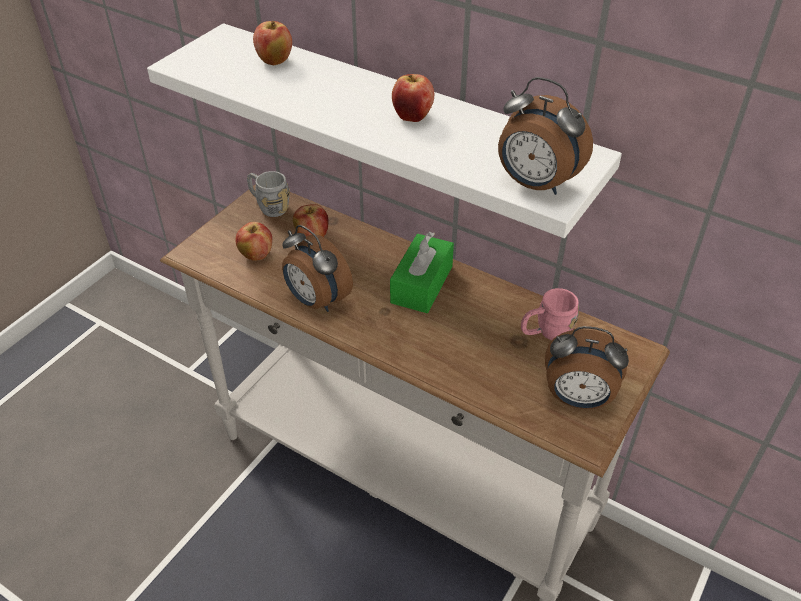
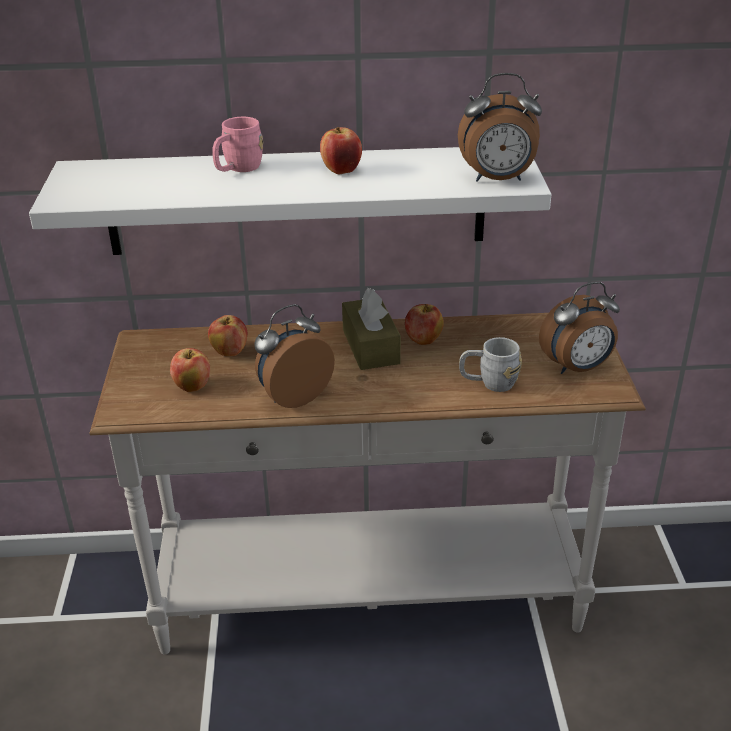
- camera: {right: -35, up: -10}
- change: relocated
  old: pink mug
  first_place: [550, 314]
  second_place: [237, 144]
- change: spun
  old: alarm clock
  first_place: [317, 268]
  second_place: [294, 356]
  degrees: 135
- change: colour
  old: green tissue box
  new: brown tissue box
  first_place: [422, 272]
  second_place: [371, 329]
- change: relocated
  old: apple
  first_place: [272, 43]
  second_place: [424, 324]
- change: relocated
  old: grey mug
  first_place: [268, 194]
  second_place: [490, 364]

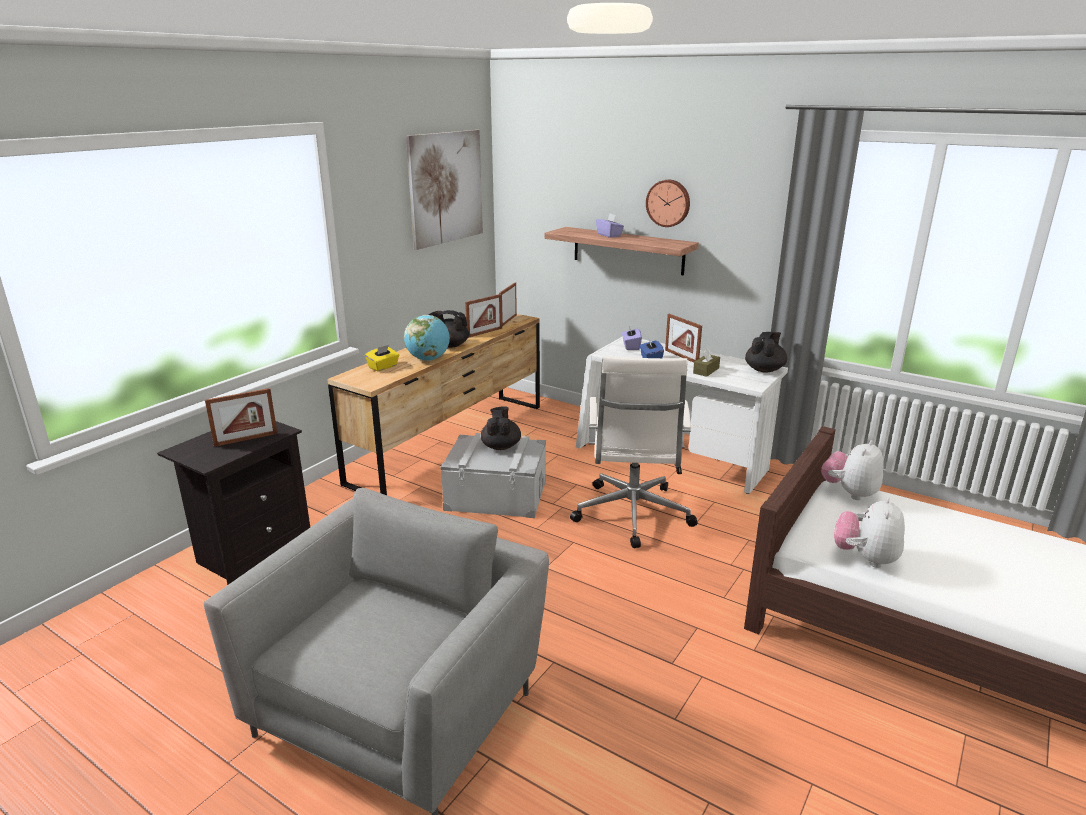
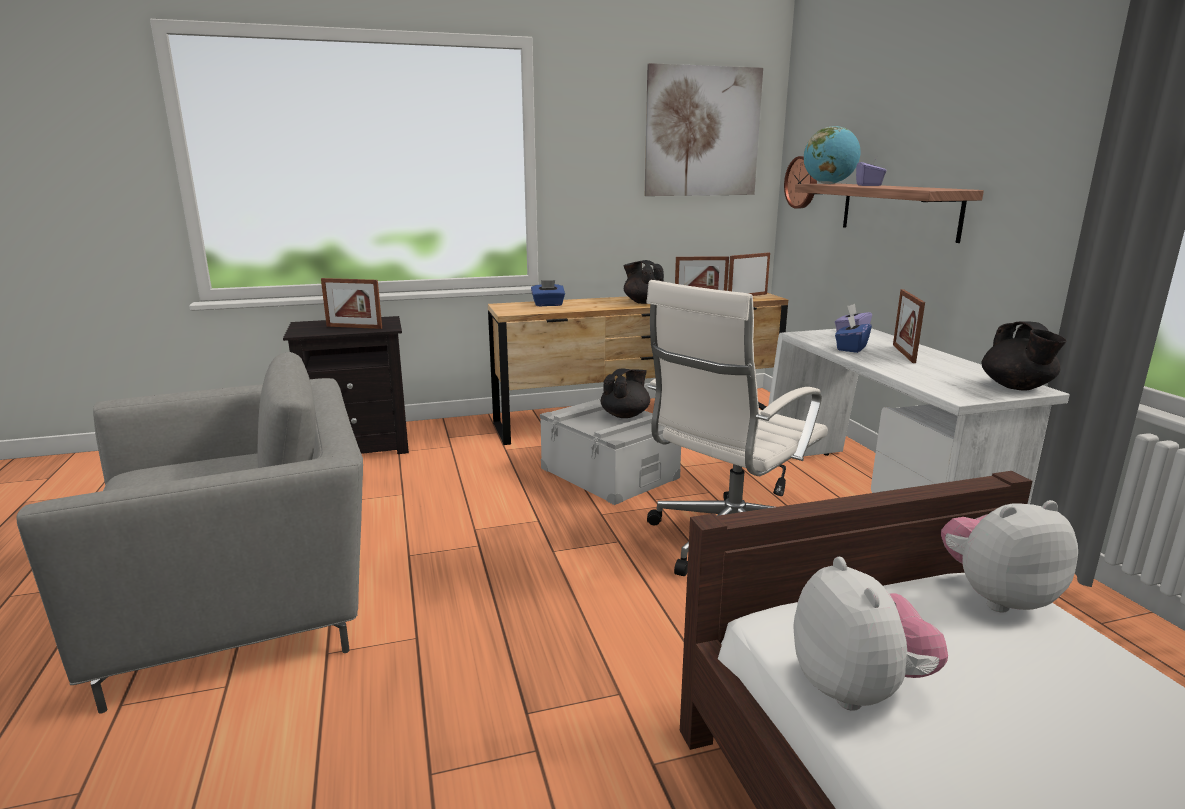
- camera: {right: 40, up: -5}
- change: colour
  old: yellow tissue box
  new: blue tissue box
  first_place: [382, 358]
  second_place: [548, 293]
- change: relocated
  old: wall clock
  first_place: [668, 203]
  second_place: [800, 182]
- change: spun
  old: plush toy
  first_place: [869, 532]
  second_place: [870, 634]
  degrees: 105
- change: relocated
  old: globe
  first_place: [427, 338]
  second_place: [832, 155]
- change: spun
  old: black teapot
  first_place: [766, 352]
  second_place: [1024, 355]
  degrees: 105
- change: missing
  old: brown tissue box
  first_place: [706, 362]

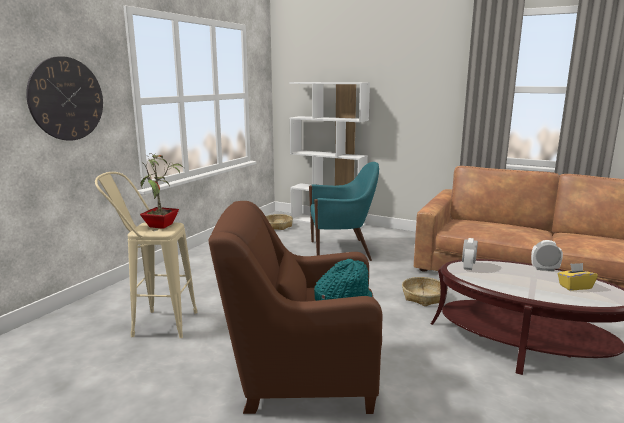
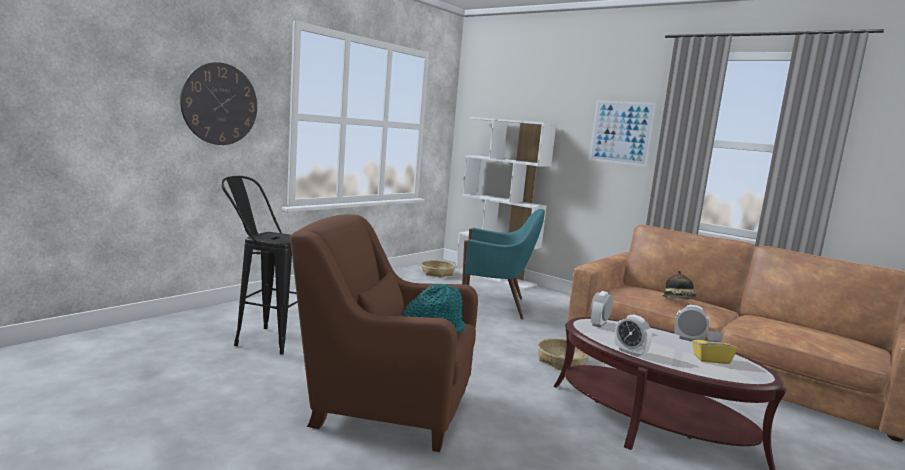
- camera: {right: 10, up: -5}
- change: colour
  old: beige stool
  new: black stool
  first_place: [146, 255]
  second_place: [259, 265]
- change: appeared
  new: picture
  second_place: [622, 133]
- change: appeared
  new: alarm clock
  second_place: [633, 336]
- change: appeared
  new: hat
  second_place: [680, 285]
- change: missing
  old: potted plant
  first_place: [162, 191]

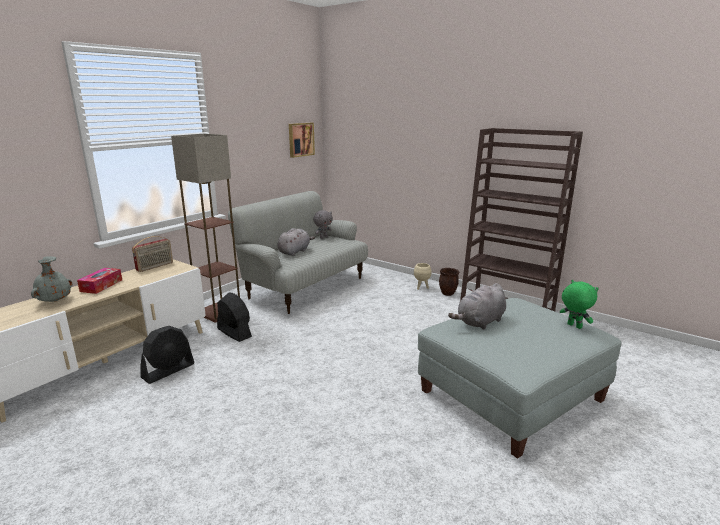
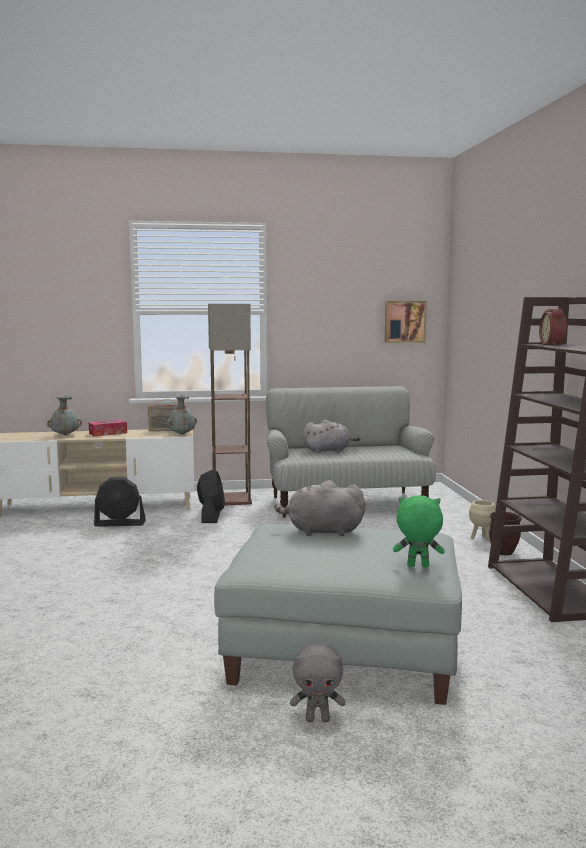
- camera: {right: 45, up: -10}
- change: appeared
  new: grey vase
  second_place: [182, 415]
- change: relocated
  old: grey plush toy
  first_place: [323, 224]
  second_place: [318, 682]
- change: spun
  old: green plush toy
  first_place: [579, 304]
  second_place: [419, 531]
  degrees: -90
- change: appeared
  new: alarm clock
  second_place: [553, 327]

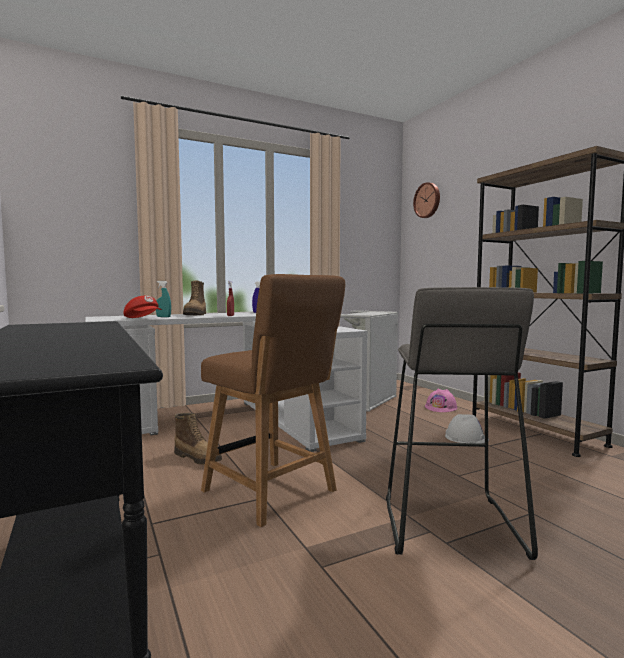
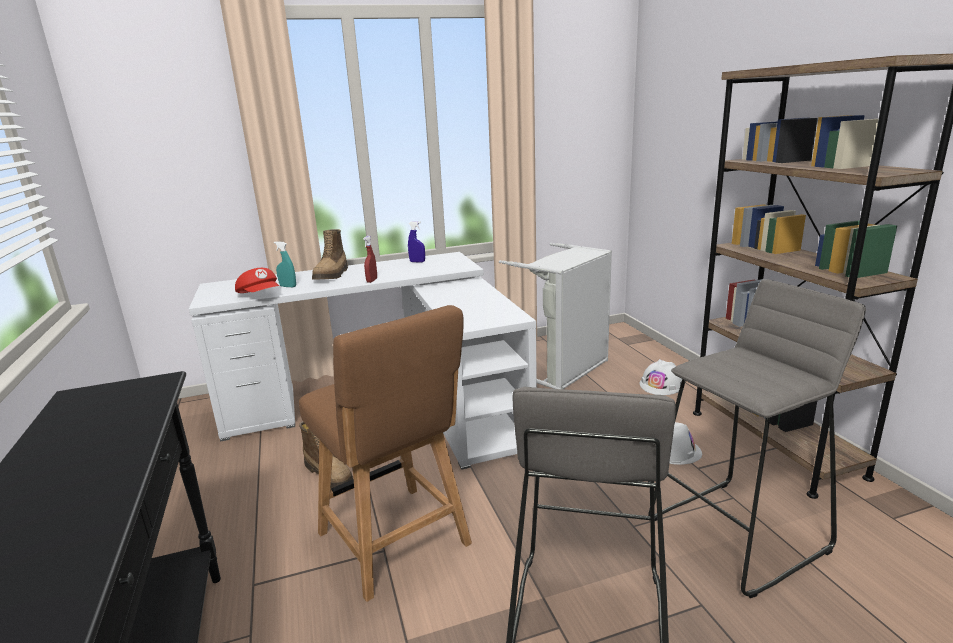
- camera: {right: 10, up: 15}
- change: colour
  old: pink hard hat
  new: white hard hat
  first_place: [441, 400]
  second_place: [661, 377]
- change: appeared
  new: grey stool
  second_place: [757, 438]
- change: missing
  old: wall clock
  first_place: [426, 200]

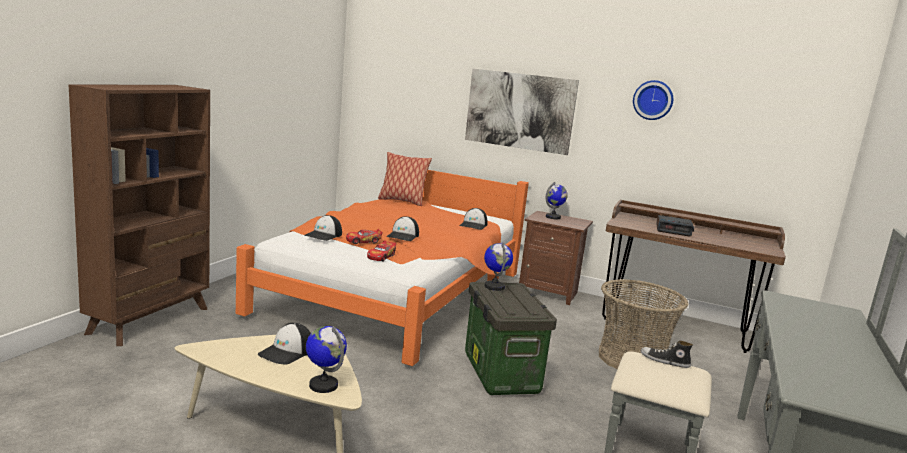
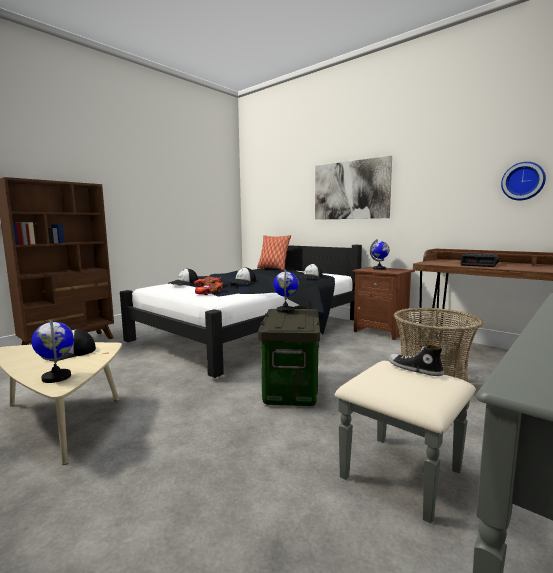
- camera: {right: 20, up: -5}
- change: colour
  old: orange bed
  new: black bed
  first_place: [382, 268]
  second_place: [241, 311]
- change: relocated
  old: wall clock
  first_place: [653, 100]
  second_place: [523, 181]

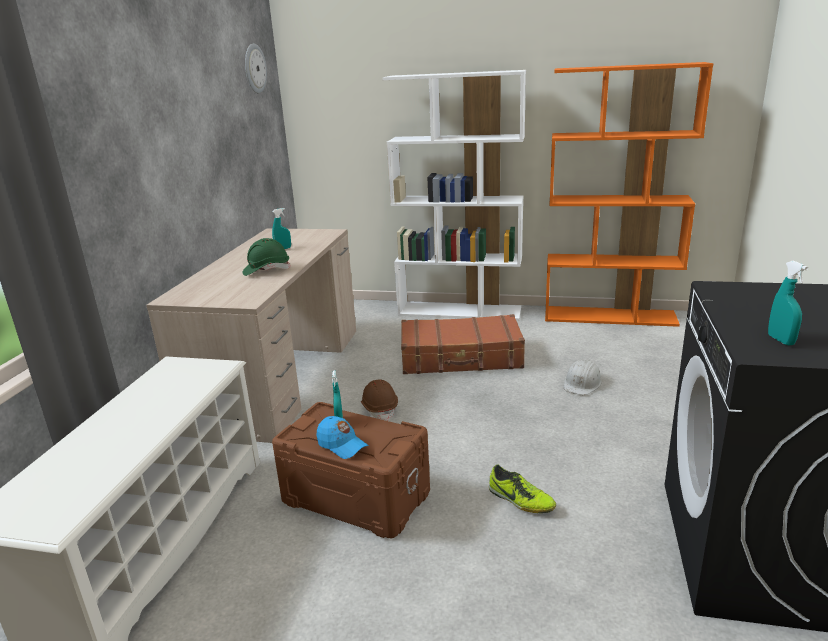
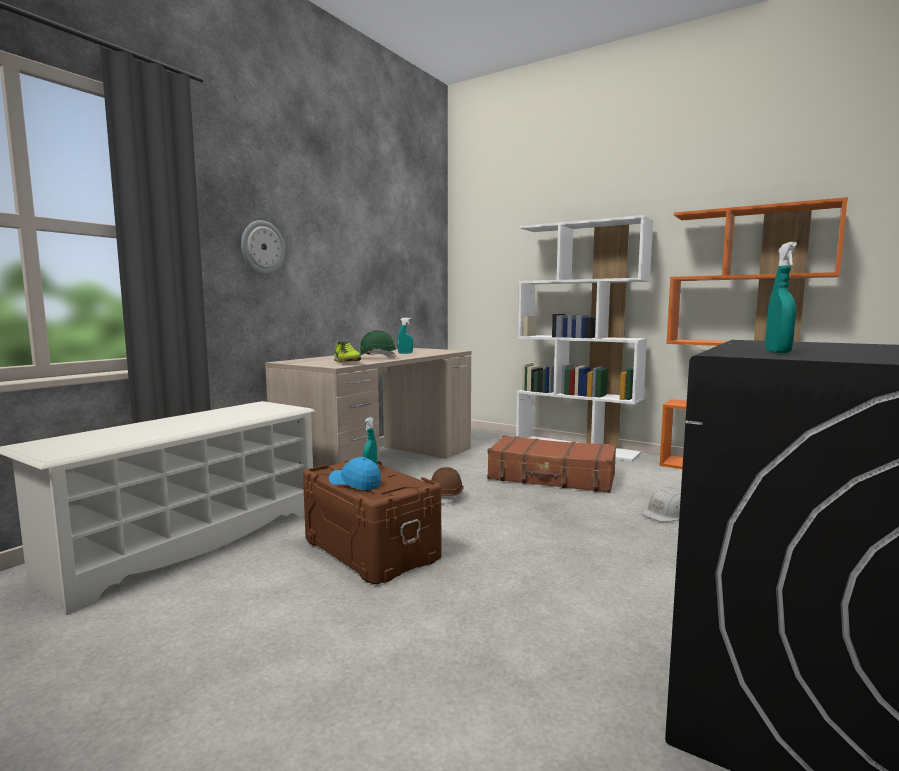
- camera: {right: 20, up: -15}
- change: relocated
  old: wall clock
  first_place: [256, 68]
  second_place: [263, 247]
- change: spun
  old: blue cap
  first_place: [343, 437]
  second_place: [355, 473]
  degrees: 150
- change: relocated
  old: shoe
  first_place: [522, 488]
  second_place: [347, 351]

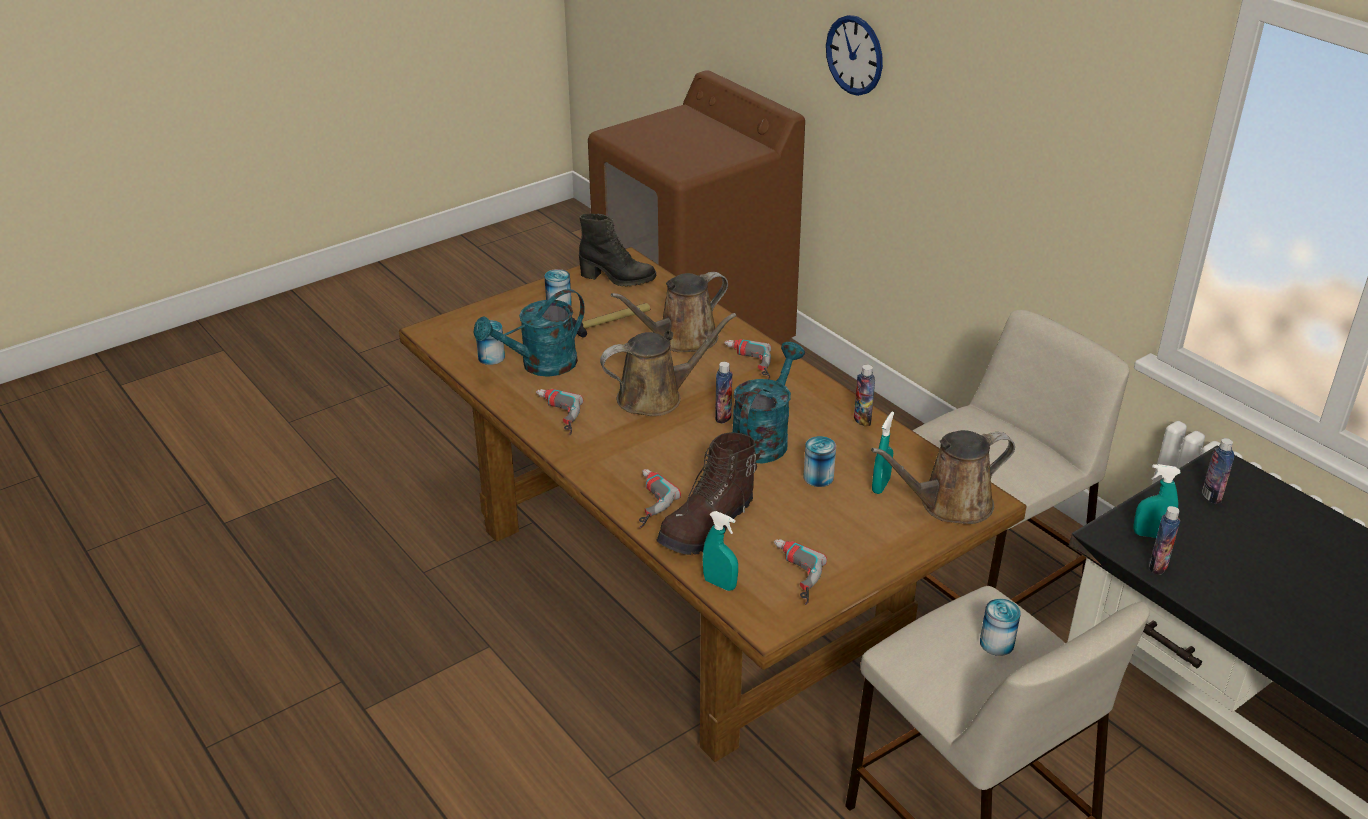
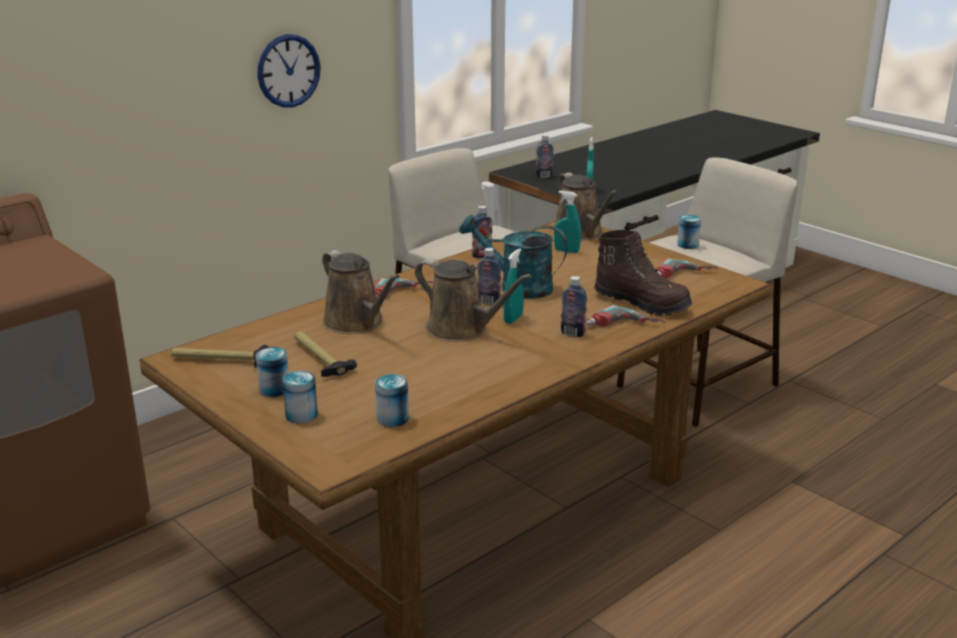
- camera: {right: -95, up: -10}
- change: exchanged
  old: black boot
  new: hammer
  first_place: [617, 250]
  second_place: [219, 356]
- change: relocated
  old: wall clock
  first_place: [854, 55]
  second_place: [289, 71]
- change: relocated
  old: can
  first_place: [819, 461]
  second_place: [300, 397]
- change: spun
  old: brown watering can
  first_place: [668, 364]
  second_place: [473, 300]
  degrees: 150
- change: relocated
  old: turquoise spray bottle
  first_place: [720, 551]
  second_place: [514, 286]
- change: relocated
  old: bottle
  first_place: [1164, 540]
  second_place: [574, 306]
- change: missing
  old: turquoise watering can
  first_place: [529, 333]
- change: missing
  old: power drill
  first_place: [559, 412]

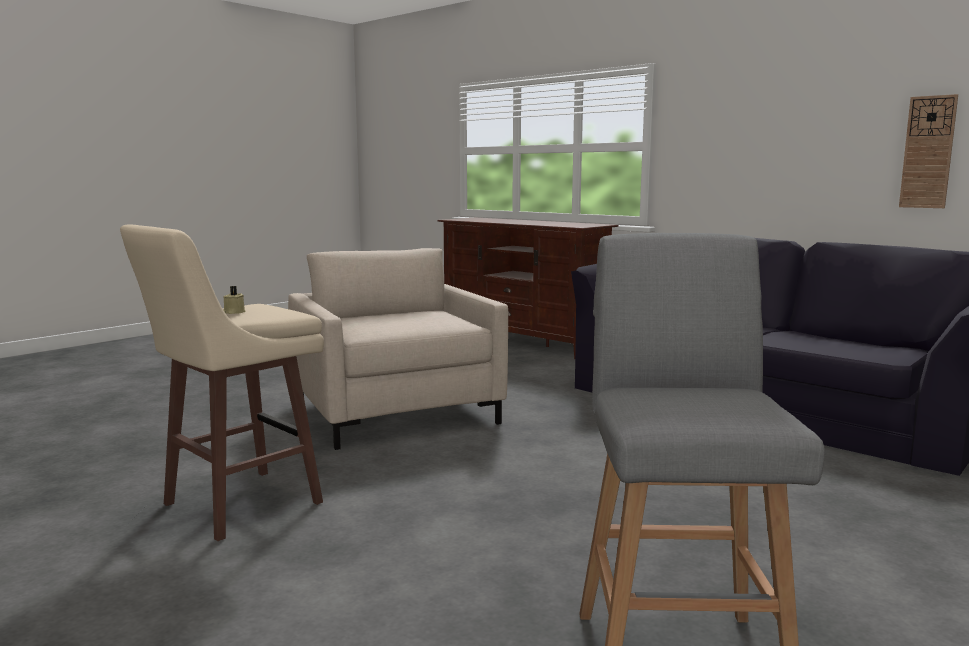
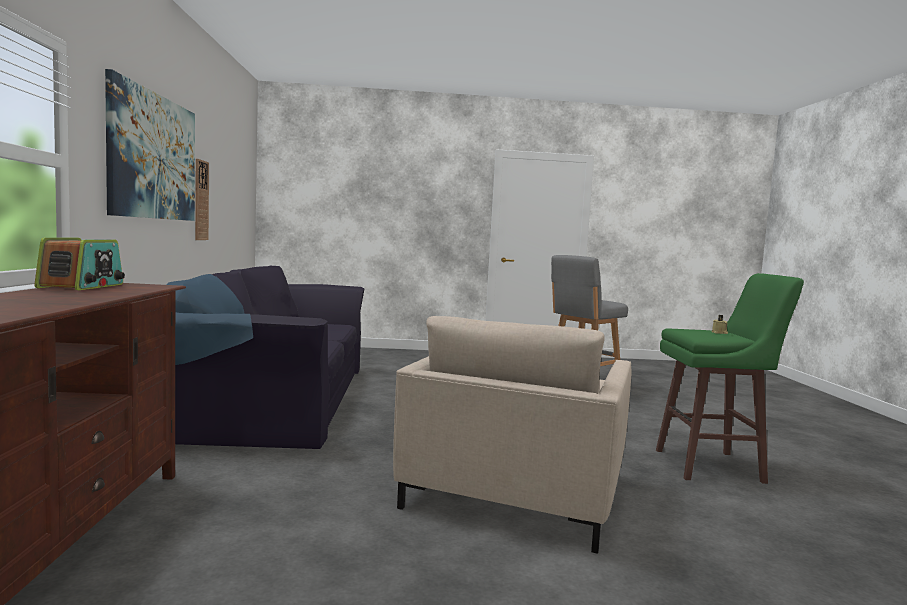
- camera: {right: -135, up: -5}
- change: appeared
  new: radio
  second_place: [79, 264]
- change: appeared
  new: picture
  second_place: [150, 145]
- change: colour
  old: beige stool
  new: green stool
  first_place: [222, 382]
  second_place: [730, 378]

